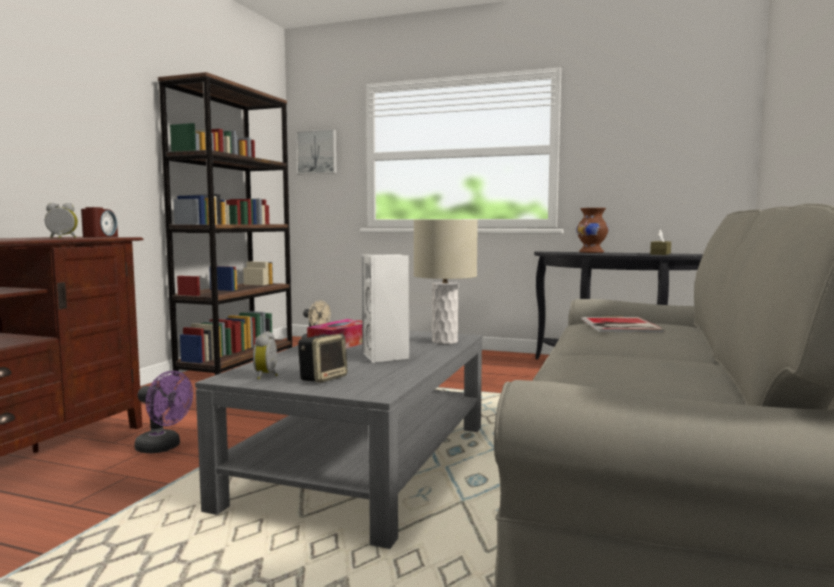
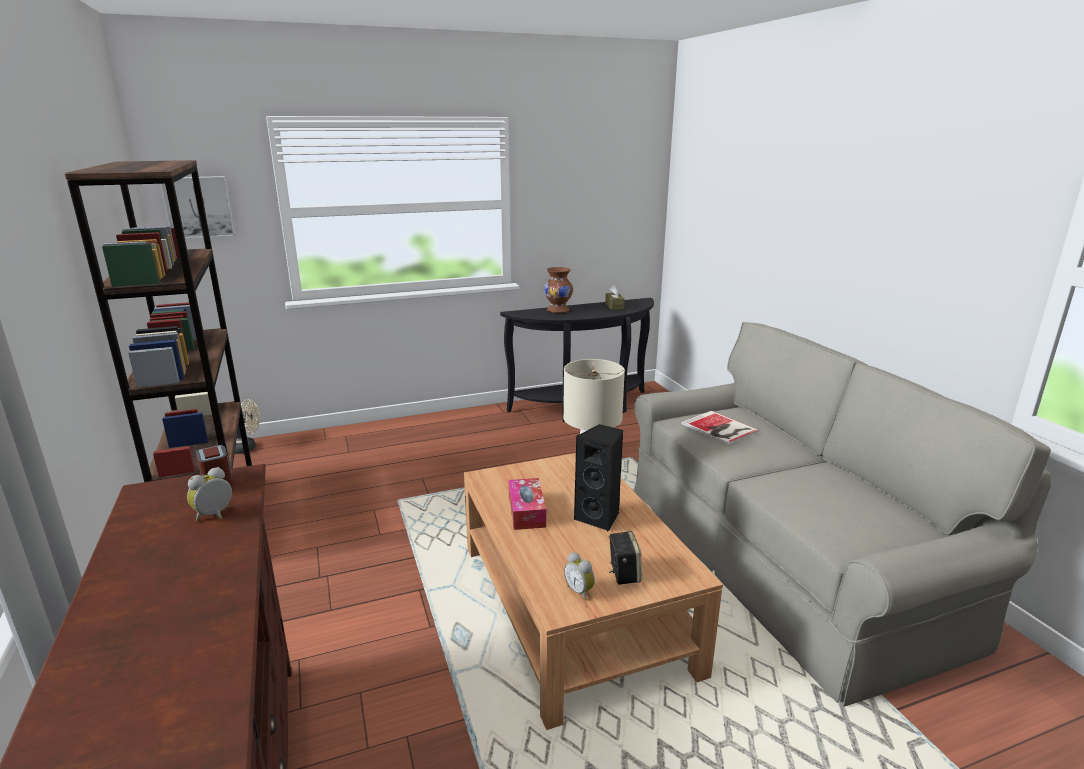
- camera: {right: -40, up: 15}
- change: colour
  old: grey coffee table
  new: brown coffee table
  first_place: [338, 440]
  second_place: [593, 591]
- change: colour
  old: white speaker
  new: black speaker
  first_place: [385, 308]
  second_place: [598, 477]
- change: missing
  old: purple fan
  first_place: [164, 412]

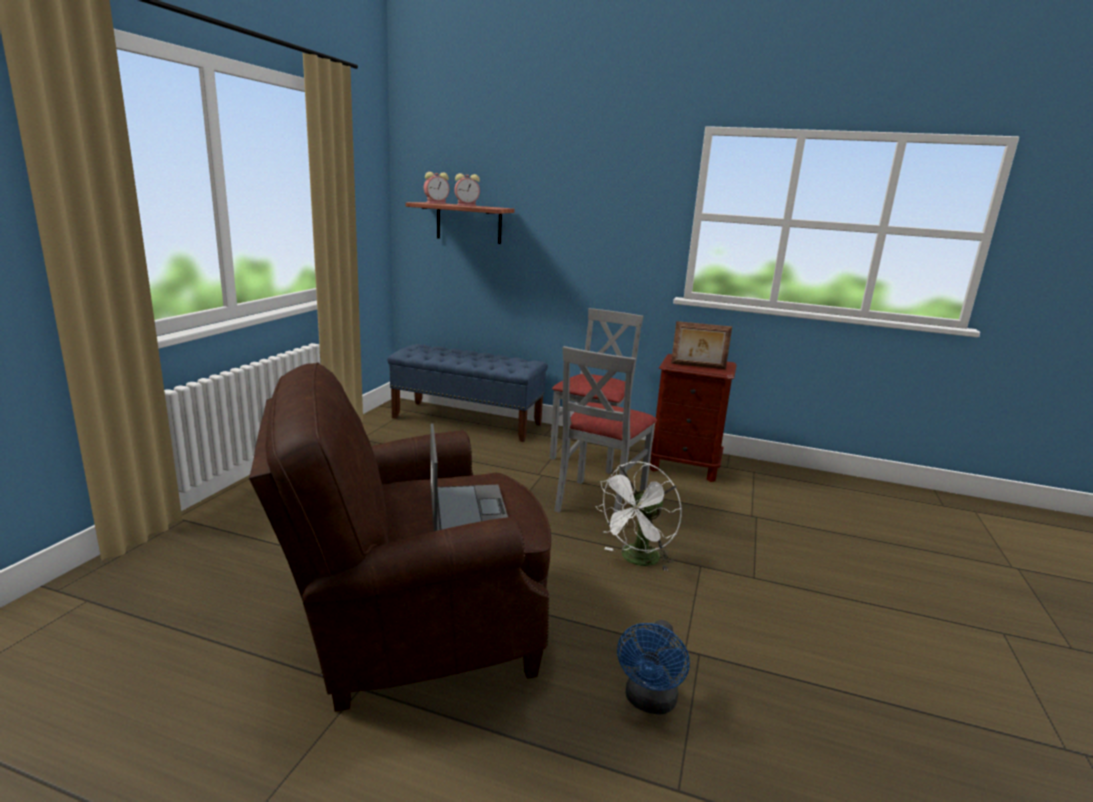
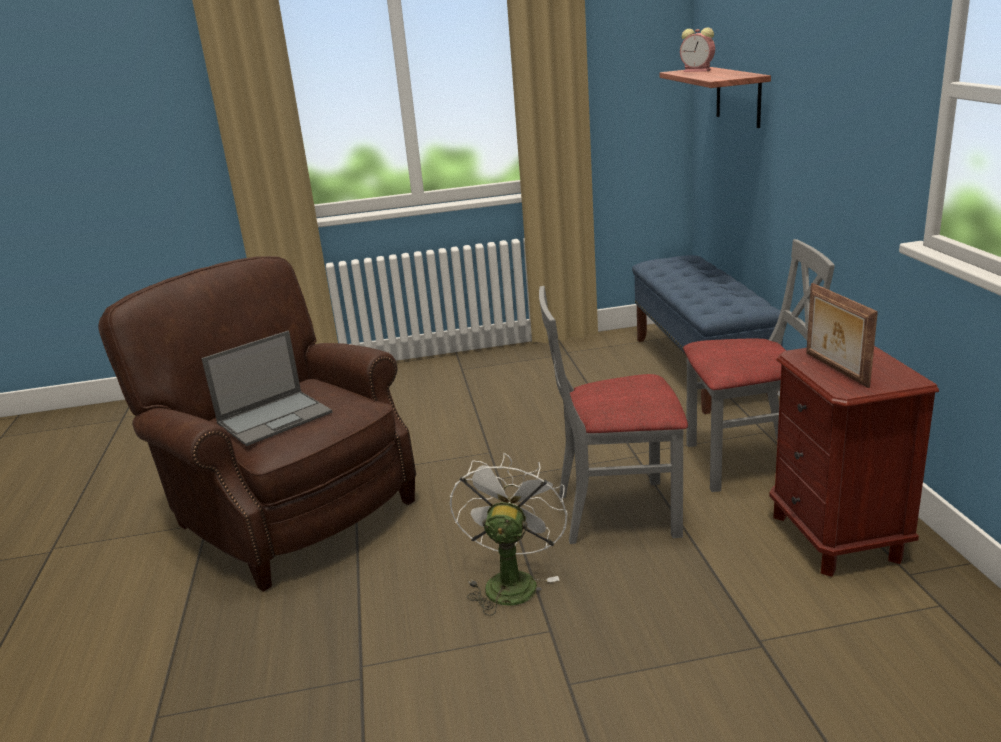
- camera: {right: 65, up: 5}
- change: spun
  old: white fan
  first_place: [638, 516]
  second_place: [509, 534]
  degrees: 90
- change: missing
  old: alarm clock
  first_place: [467, 189]
- change: missing
  old: blue fan
  first_place: [653, 667]

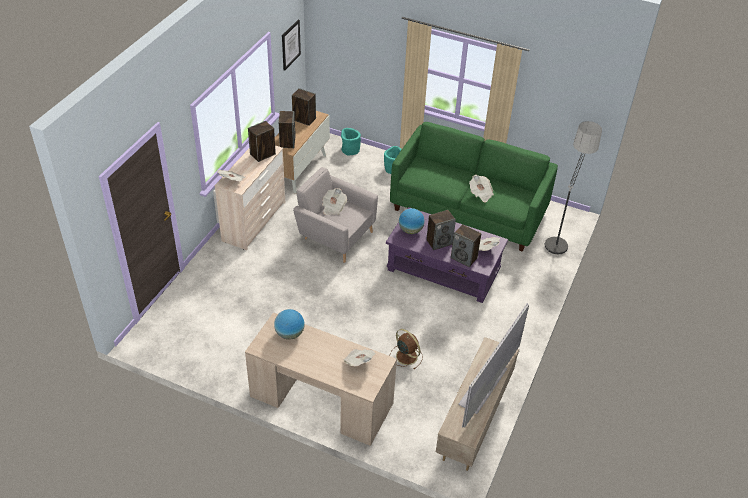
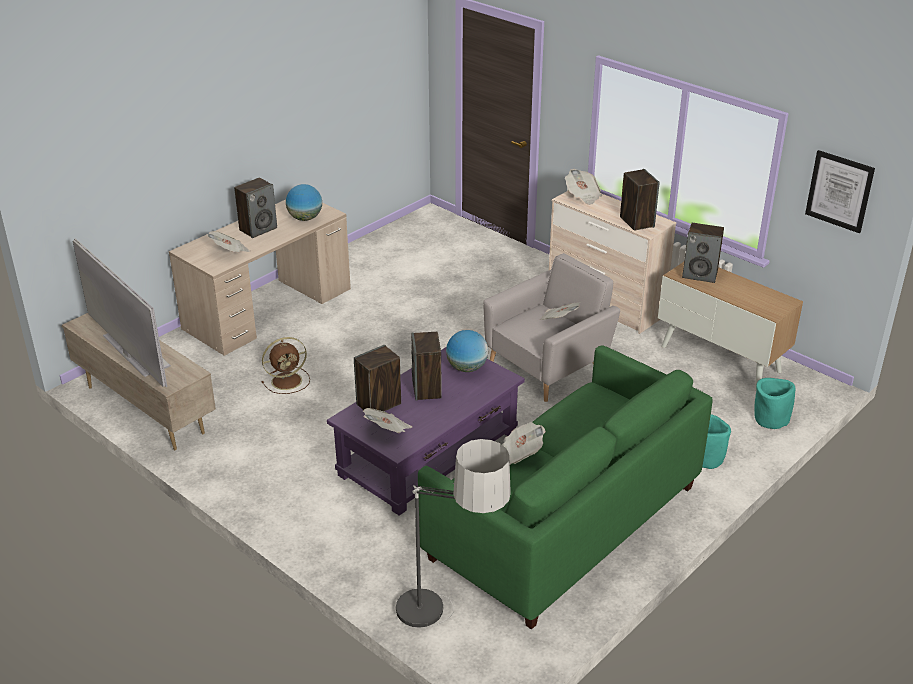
- camera: {right: 110, up: -10}
- change: relocated
  old: speaker
  first_place: [304, 107]
  second_place: [255, 208]

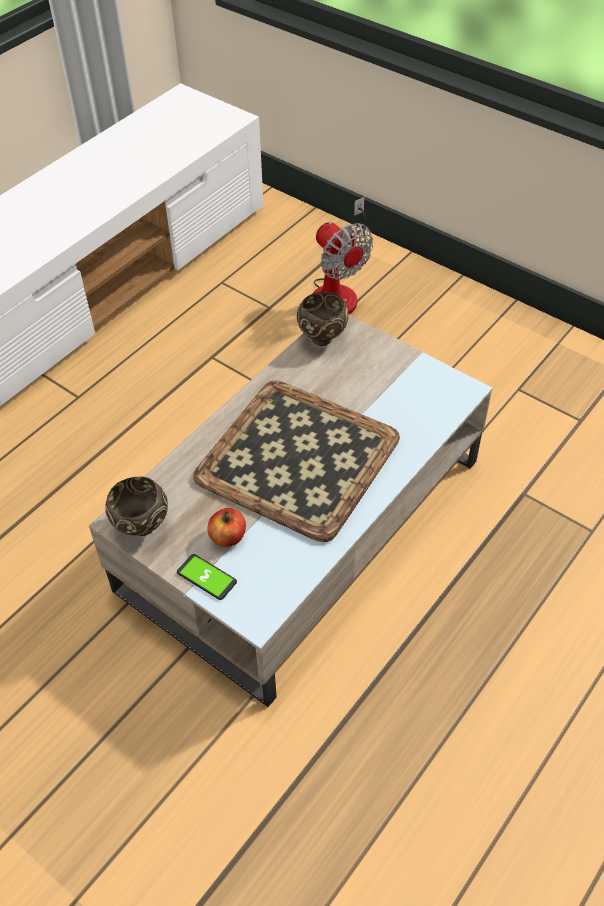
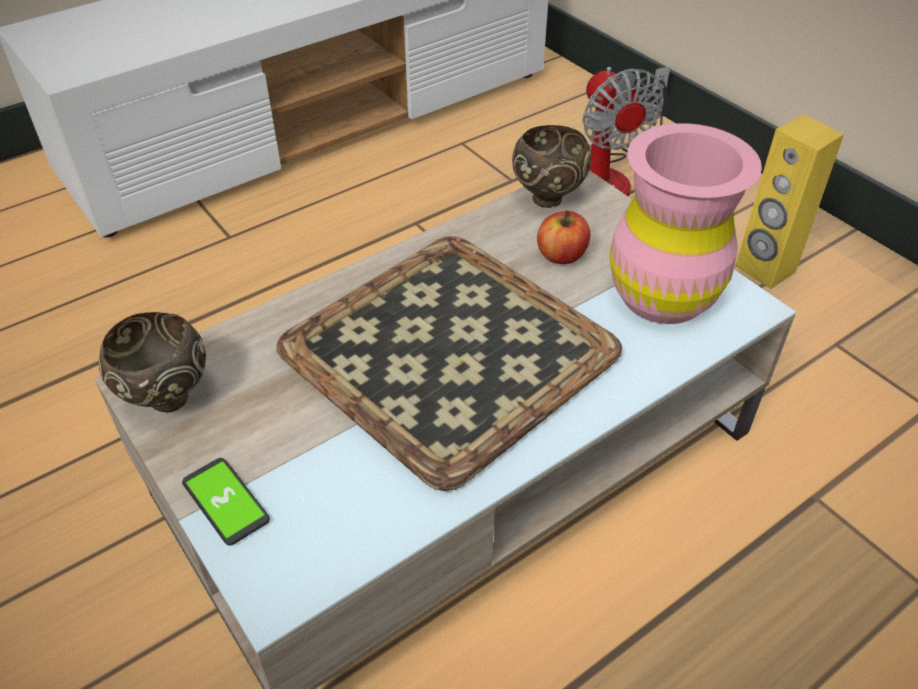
- camera: {right: 15, up: -5}
- change: relocated
  old: apple
  first_place: [226, 527]
  second_place: [563, 237]
- change: appeared
  new: pink vase
  second_place: [685, 223]
- change: appeared
  new: yellow speaker
  second_place: [789, 201]

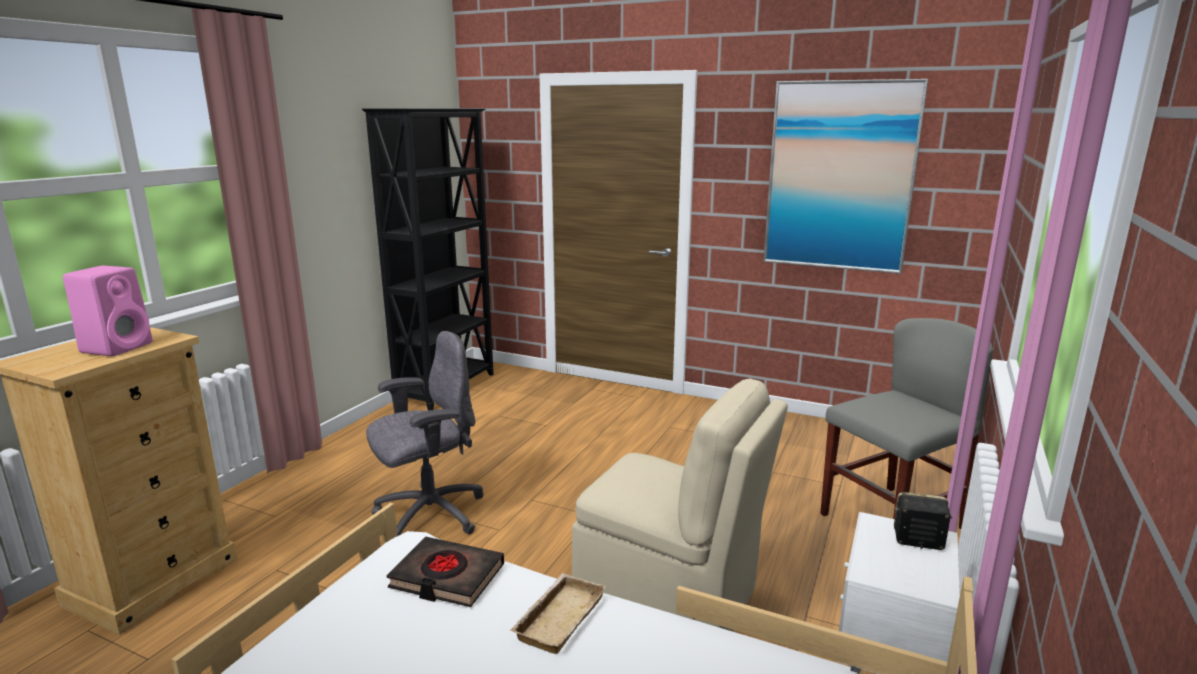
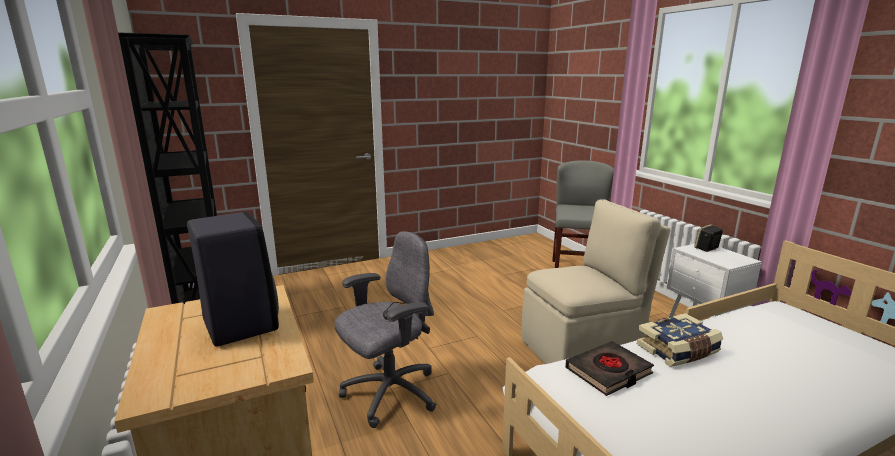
- camera: {right: -50, up: 0}
- change: colour
  old: pink speaker
  new: black speaker
  first_place: [107, 311]
  second_place: [233, 279]
- change: spun
  old: grey office chair
  first_place: [425, 433]
  second_place: [385, 329]
  degrees: 45
- change: exchanged
  old: beige tray
  new: book
  first_place: [558, 613]
  second_place: [680, 340]
- change: missing
  old: picture
  first_place: [845, 176]

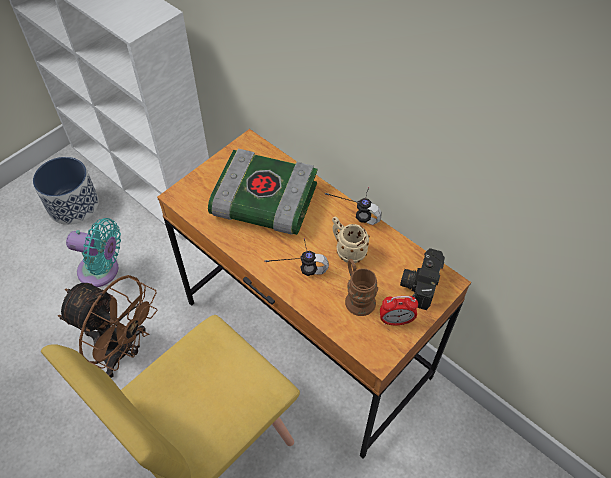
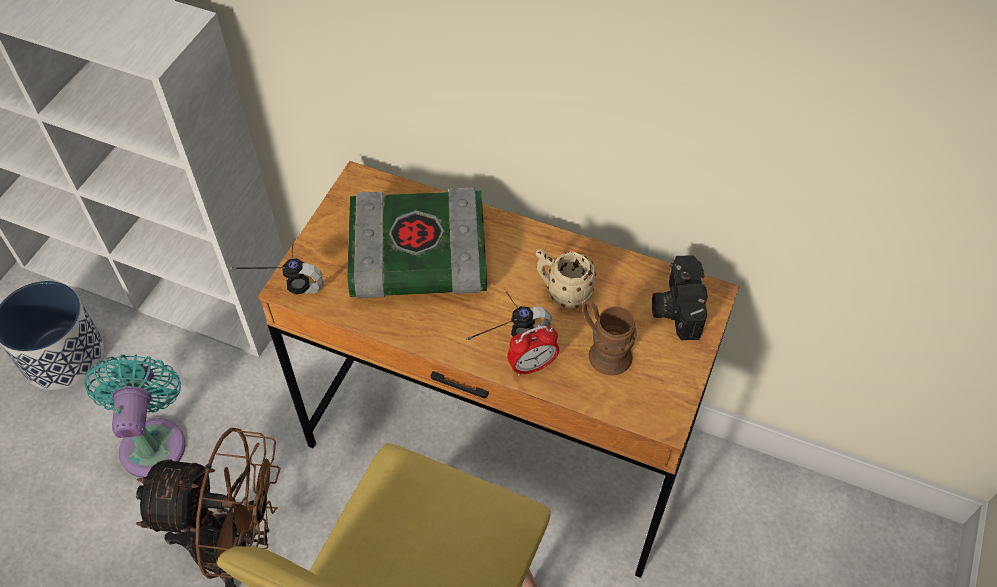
- camera: {right: -20, up: 0}
- change: spun
  old: turquoise fan
  first_place: [93, 252]
  second_place: [135, 416]
  degrees: -90
- change: relocated
  old: headphones
  first_place: [353, 206]
  second_place: [276, 267]
- change: relocated
  old: alarm clock
  first_place: [399, 310]
  second_place: [533, 350]

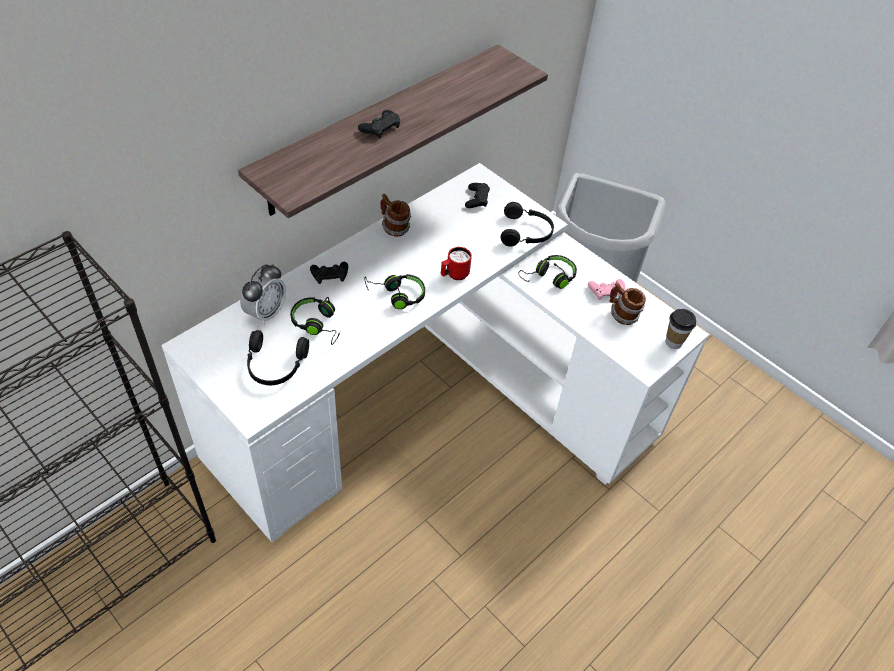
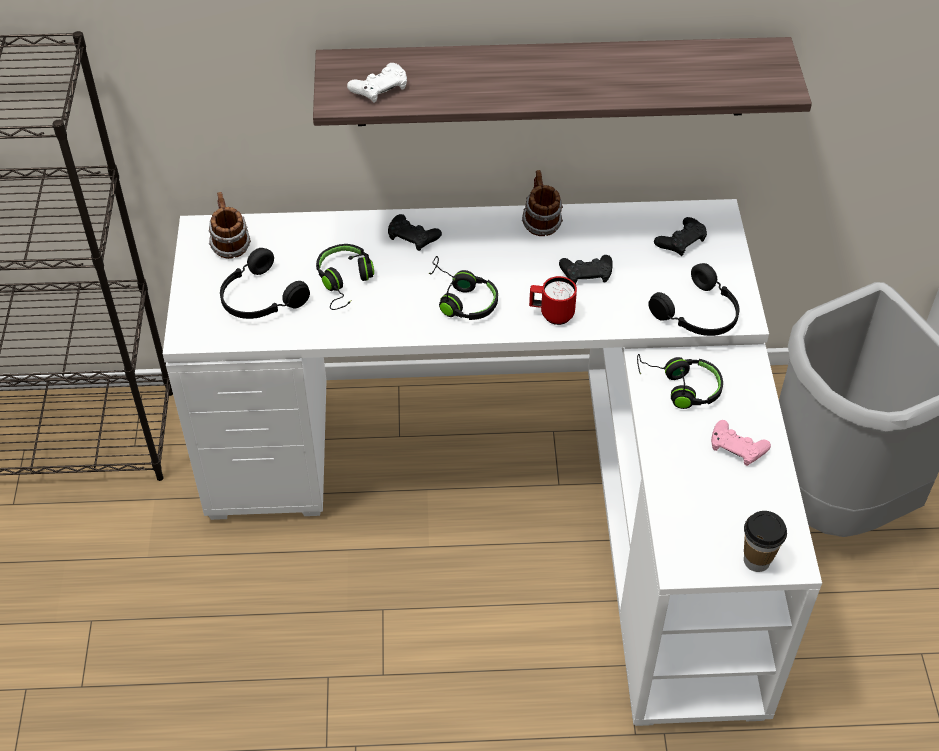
- camera: {right: 45, up: 0}
- change: relocated
  old: mug
  first_place: [628, 303]
  second_place: [230, 225]
- change: appeared
  new: white game controller
  second_place: [377, 83]
- change: relocated
  old: black game controller
  first_place: [379, 124]
  second_place: [586, 269]
- change: missing
  old: alarm clock
  first_place: [263, 294]

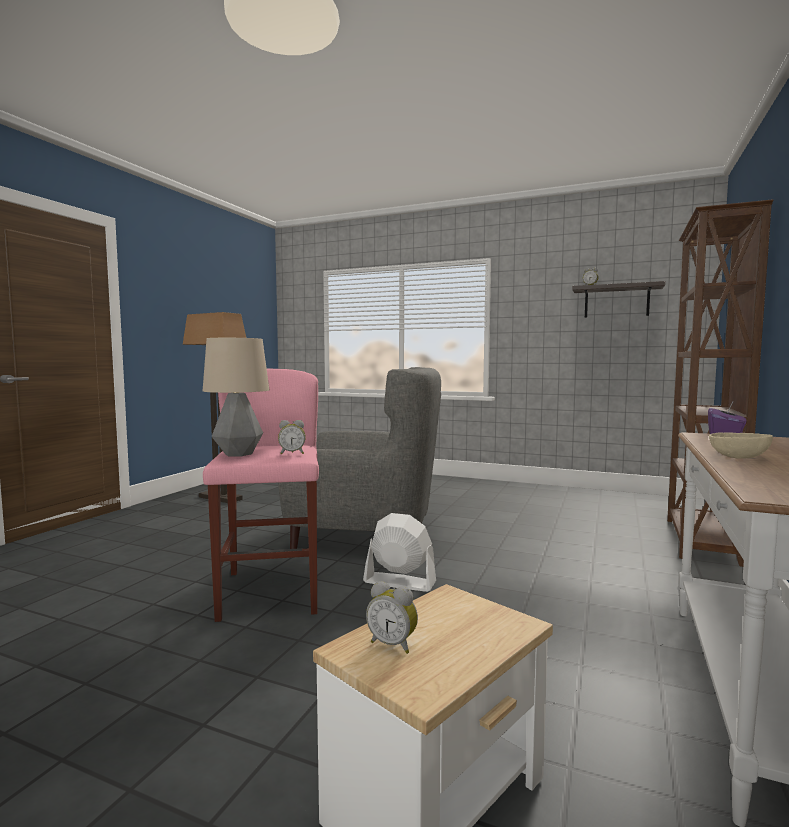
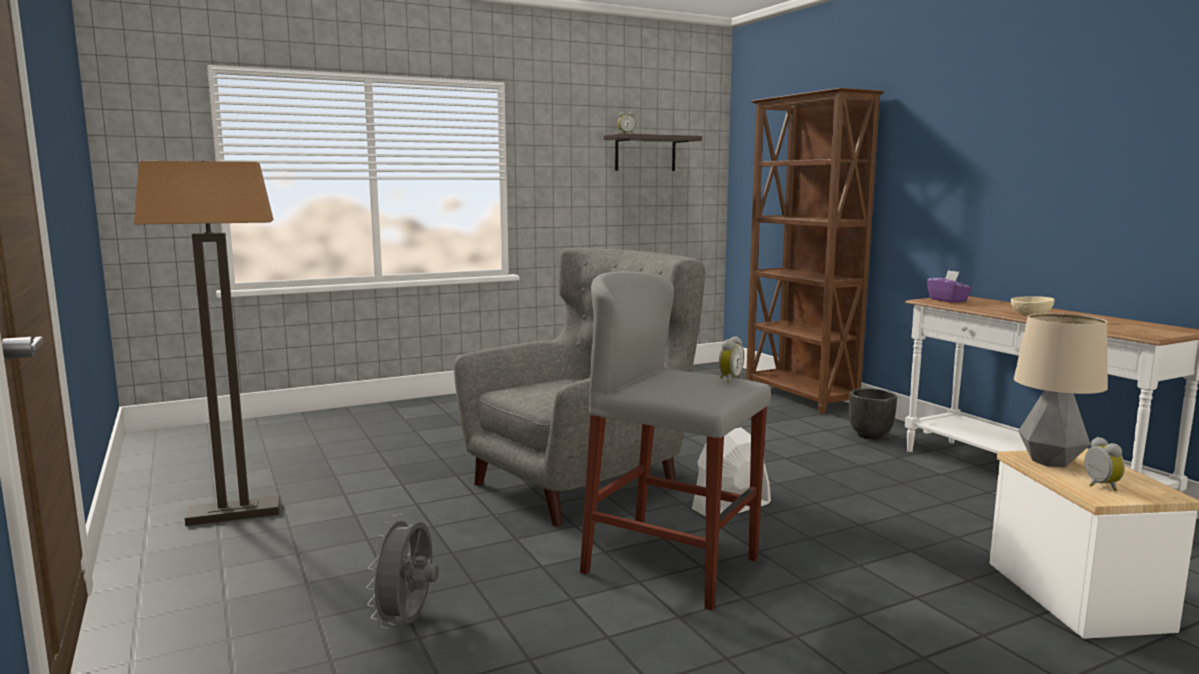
- camera: {right: -50, up: 5}
- change: appeared
  new: grey fan
  second_place: [402, 571]
- change: colour
  old: pink stool
  new: grey stool
  first_place: [261, 495]
  second_place: [675, 441]
- change: appeared
  new: black planter
  second_place: [873, 413]
- change: relocated
  old: table lamp
  first_place: [236, 397]
  second_place: [1061, 390]
- change: spun
  old: alarm clock
  first_place: [392, 617]
  second_place: [1104, 464]
  degrees: -75

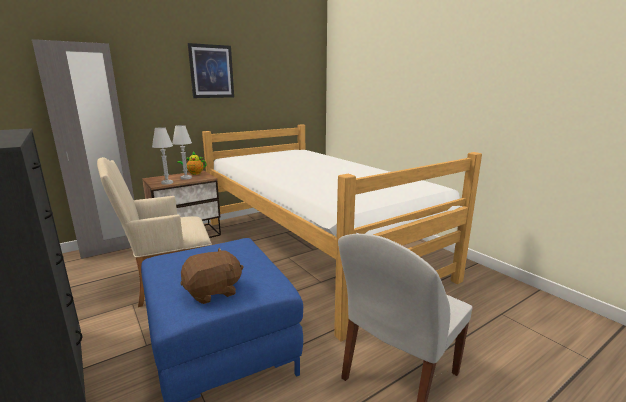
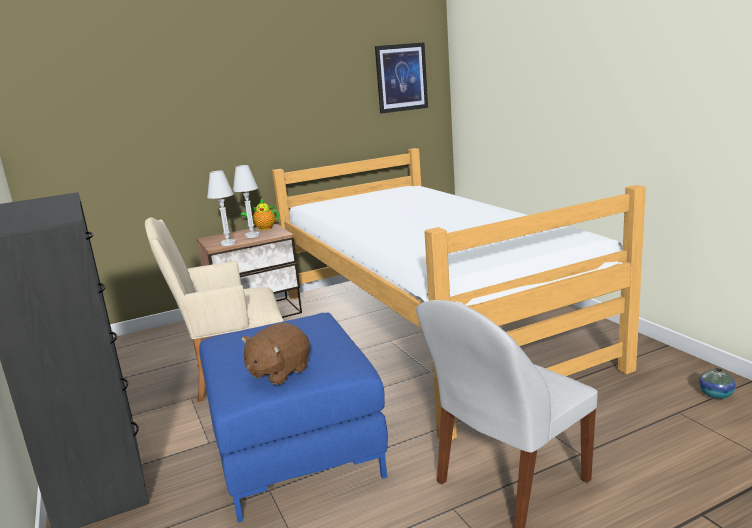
- camera: {right: 10, up: 0}
- change: spun
  old: brown plush toy
  first_place: [212, 276]
  second_place: [275, 354]
  degrees: 150
- change: relocated
  old: picture
  first_place: [211, 70]
  second_place: [401, 78]
- change: appeared
  new: vase
  second_place: [717, 383]
- change: missing
  old: grey wardrobe
  first_place: [83, 149]

